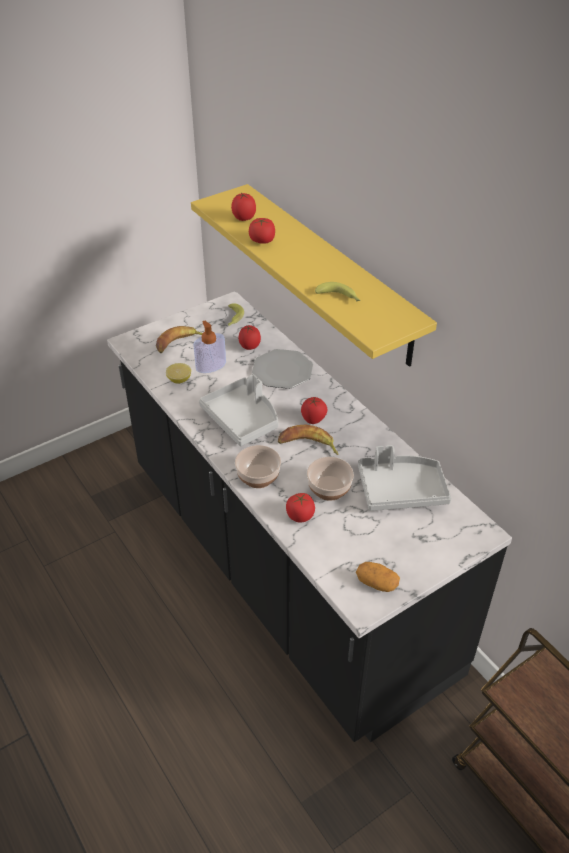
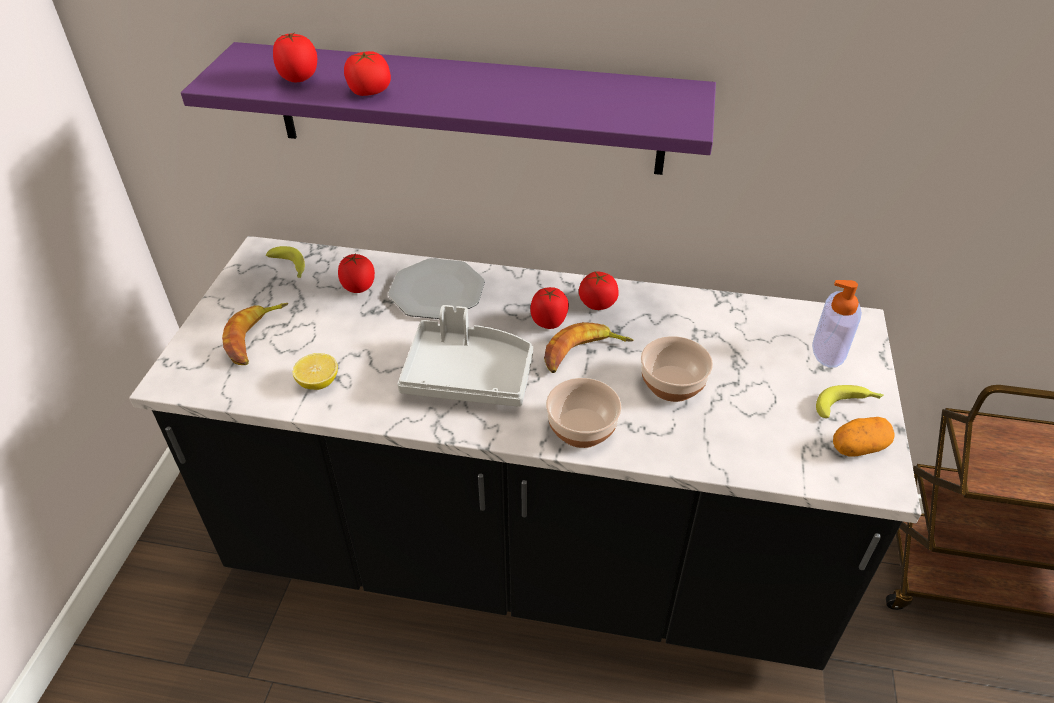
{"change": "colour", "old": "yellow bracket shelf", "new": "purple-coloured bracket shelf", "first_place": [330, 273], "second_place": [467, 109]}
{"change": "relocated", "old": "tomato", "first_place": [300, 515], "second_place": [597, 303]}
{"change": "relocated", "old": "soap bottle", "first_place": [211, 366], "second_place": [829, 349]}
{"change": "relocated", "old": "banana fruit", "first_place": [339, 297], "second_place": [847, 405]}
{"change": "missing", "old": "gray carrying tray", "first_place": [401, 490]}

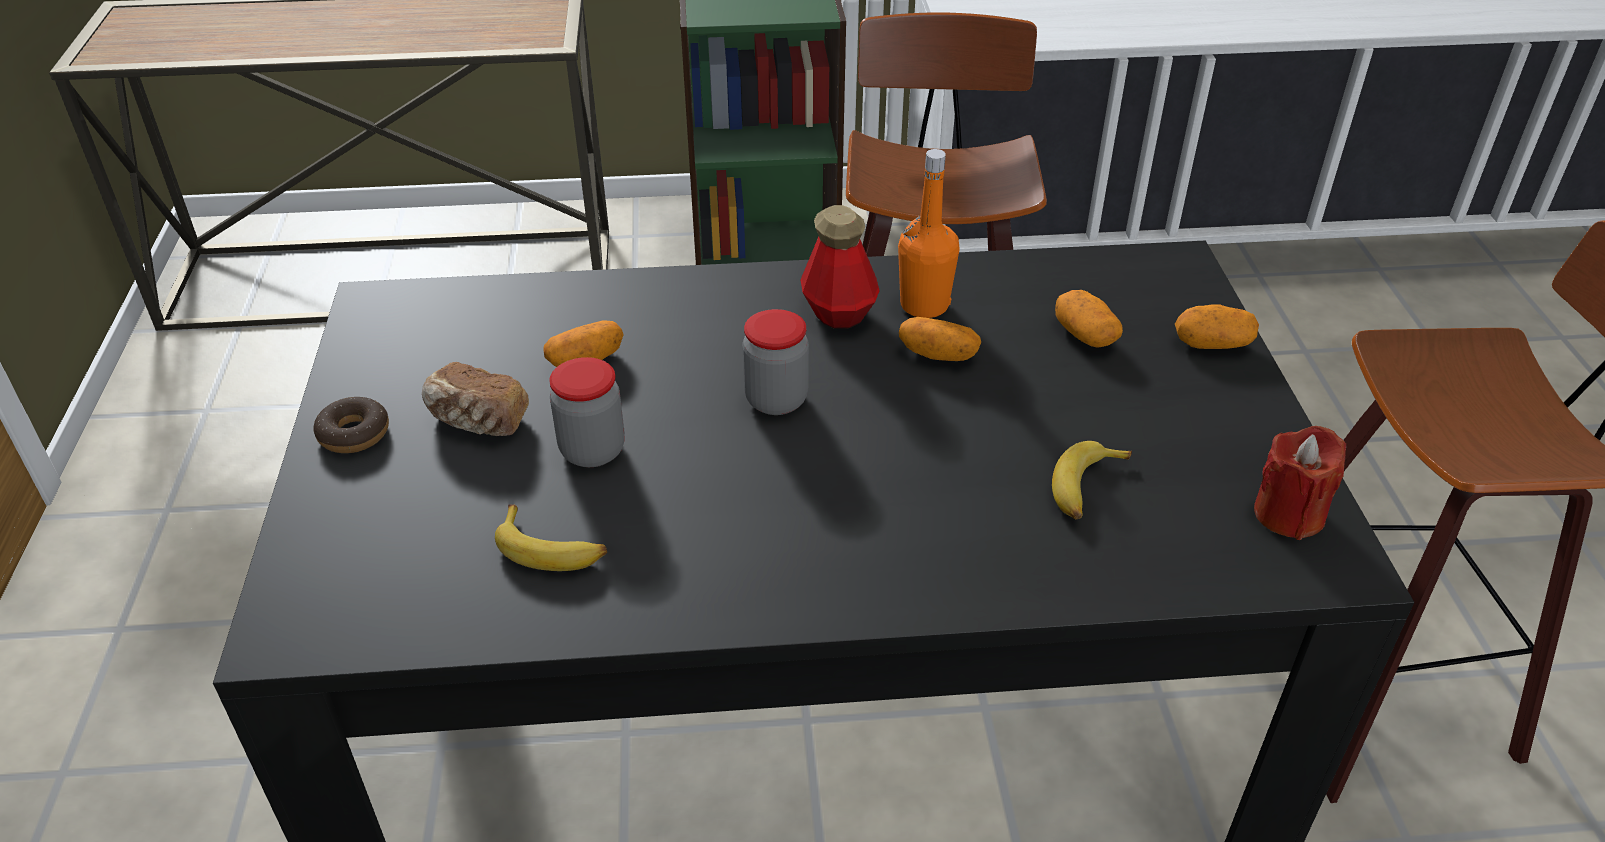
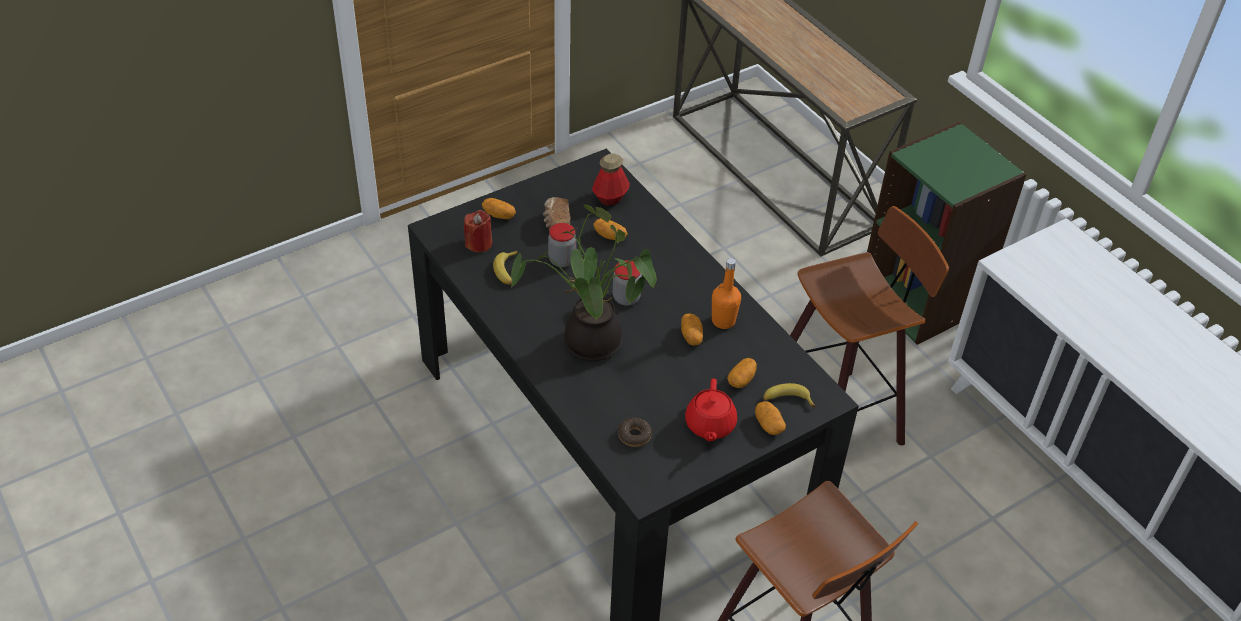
{"change": "relocated", "old": "red candle", "first_place": [1289, 514], "second_place": [478, 243]}
{"change": "appeared", "new": "spud", "second_place": [499, 215]}
{"change": "appeared", "new": "houseplant", "second_place": [588, 345]}
{"change": "relocated", "old": "bottle", "first_place": [839, 313], "second_place": [610, 198]}
{"change": "relocated", "old": "doughnut", "first_place": [354, 434], "second_place": [634, 436]}
{"change": "appeared", "new": "red tea pot", "second_place": [709, 425]}
{"change": "relocated", "old": "banana fruit", "first_place": [1086, 489], "second_place": [786, 400]}

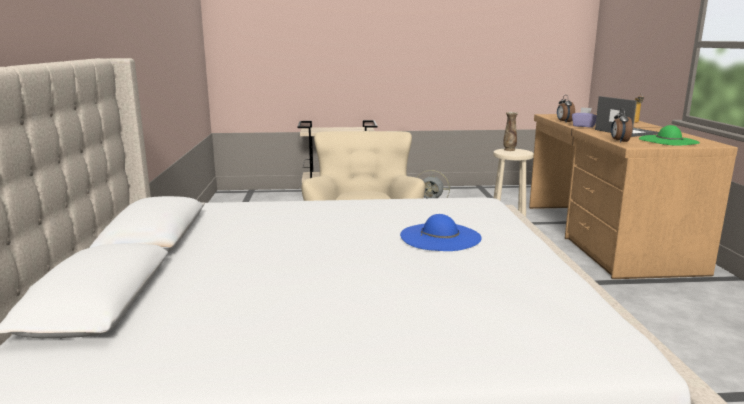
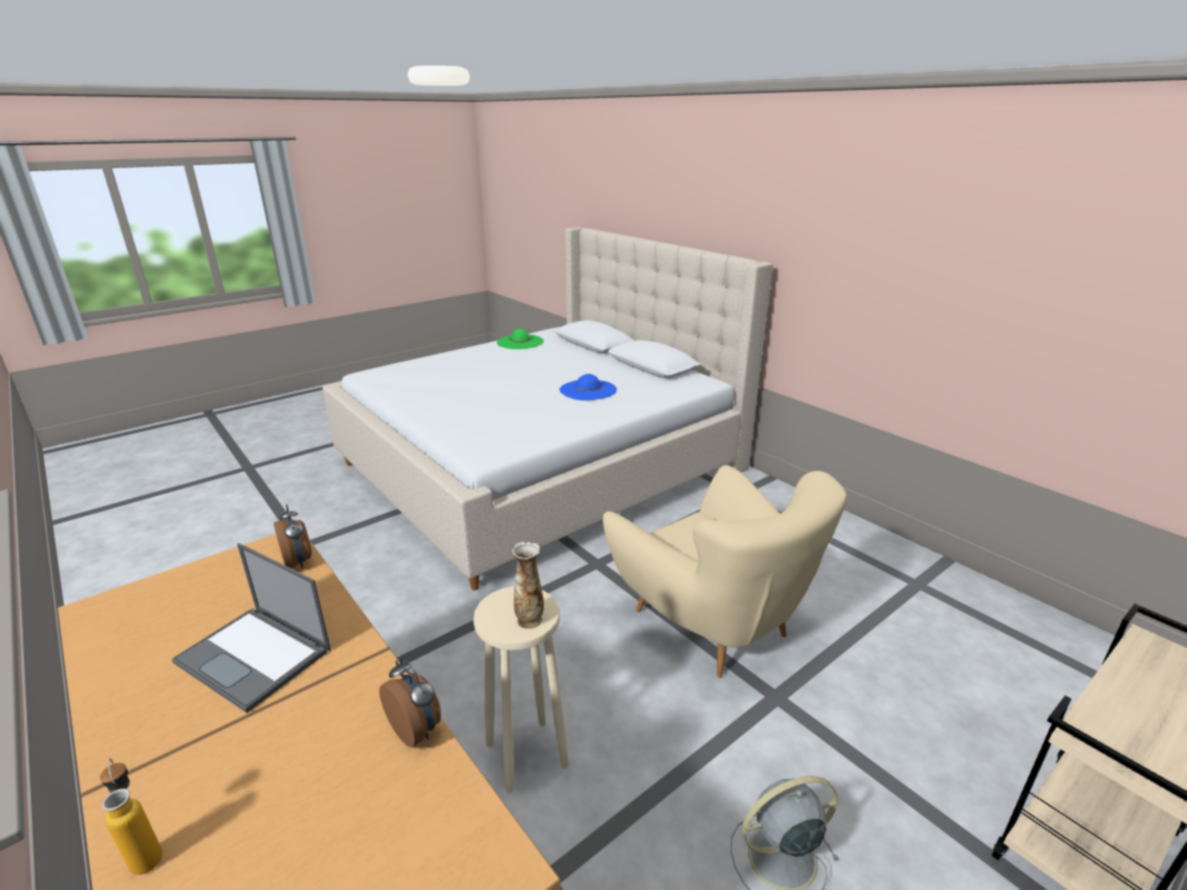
{"change": "relocated", "old": "green clothing hat", "first_place": [668, 141], "second_place": [520, 342]}
{"change": "relocated", "old": "bluish clothing hat", "first_place": [440, 237], "second_place": [588, 390]}
{"change": "missing", "old": "purple-coloured tissue holder", "first_place": [583, 126]}

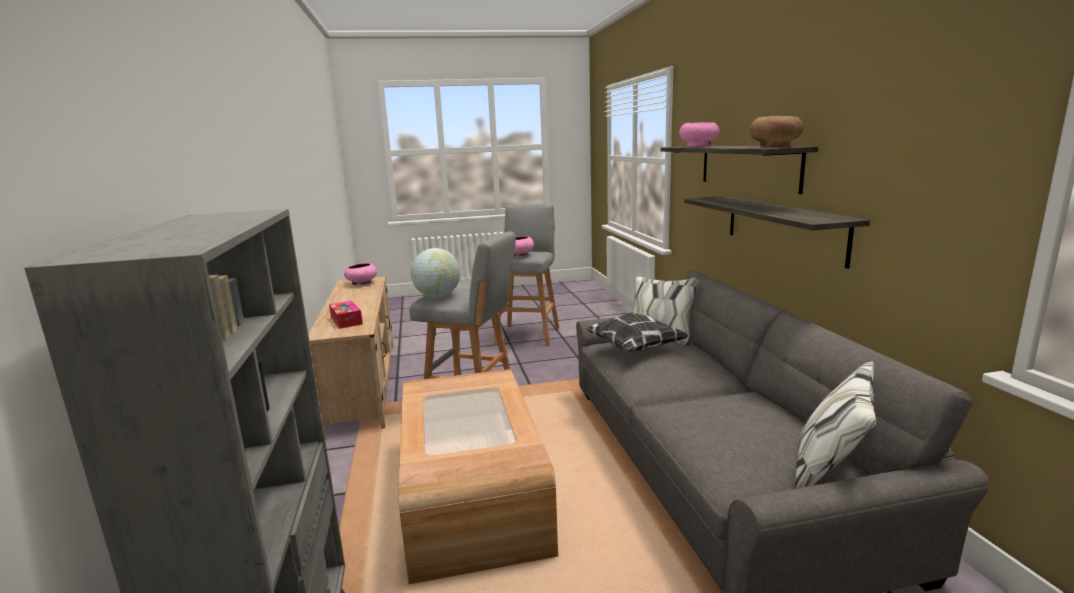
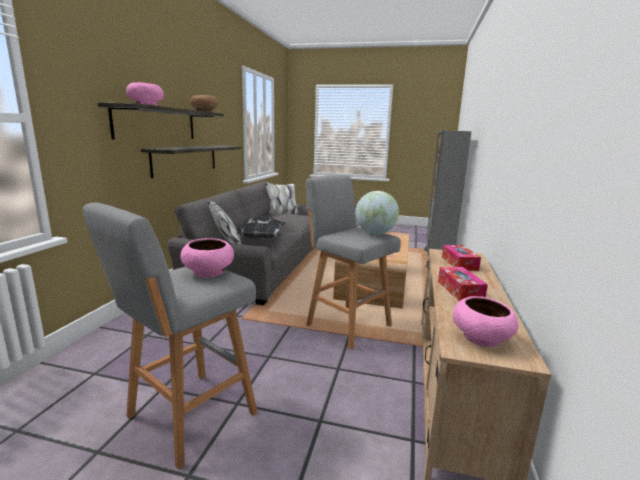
{"change": "appeared", "new": "tissue holder", "second_place": [460, 290]}

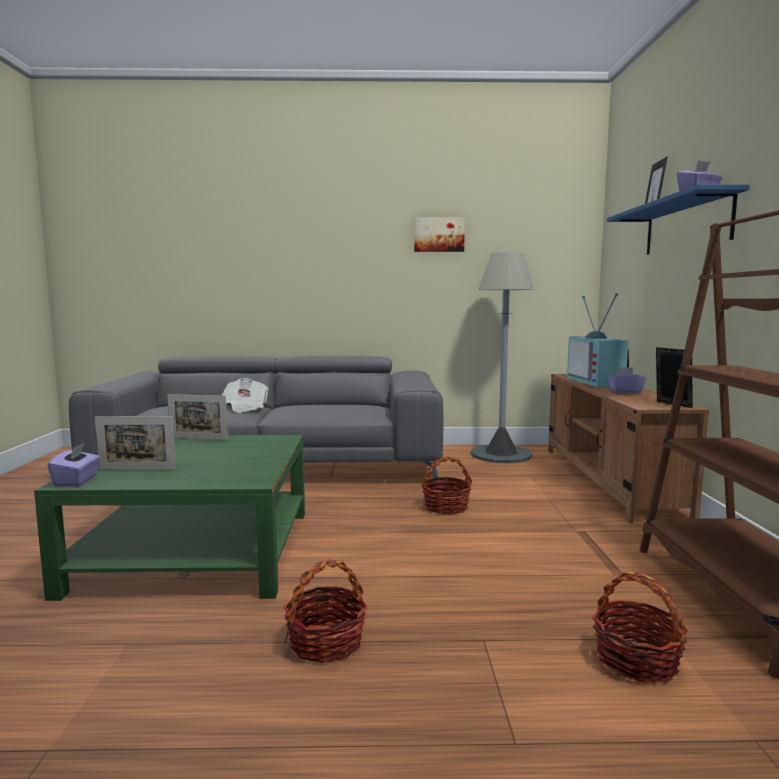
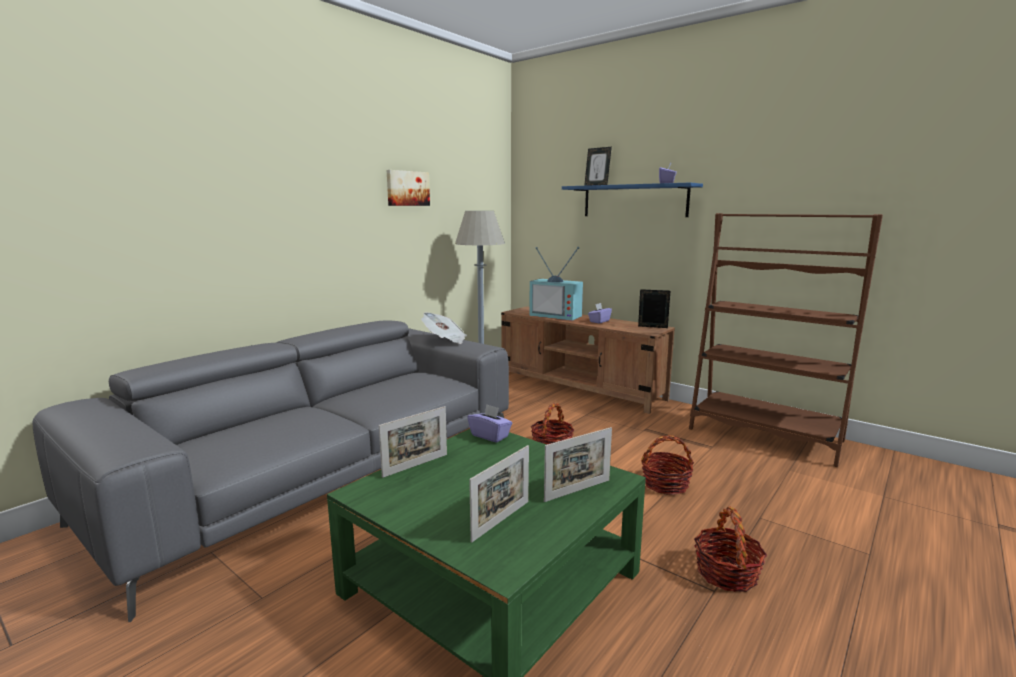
{"change": "relocated", "old": "daily paper", "first_place": [245, 408], "second_place": [445, 340]}
{"change": "relocated", "old": "purple-coloured tissue holder", "first_place": [77, 481], "second_place": [490, 436]}
{"change": "appeared", "new": "standing frame", "second_place": [577, 490]}
{"change": "relocated", "old": "storage basket", "first_place": [636, 660], "second_place": [665, 484]}

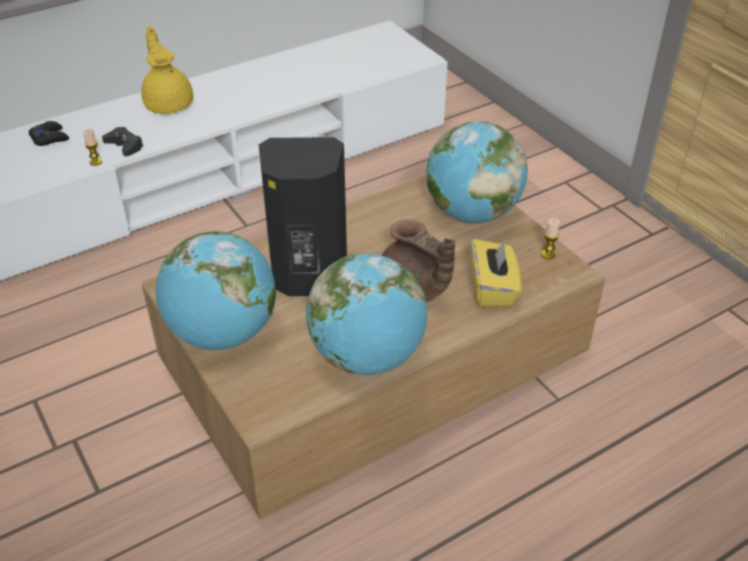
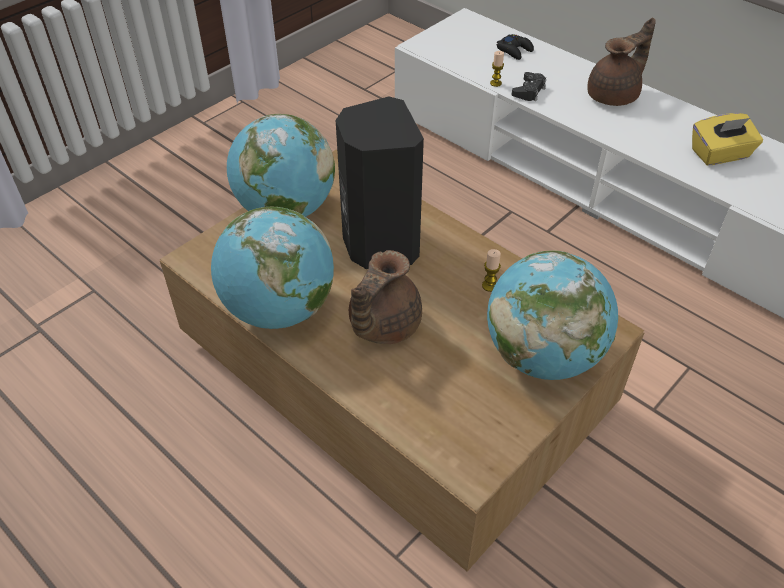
{"change": "relocated", "old": "candle", "first_place": [548, 254], "second_place": [489, 286]}
{"change": "colour", "old": "yellow tea pot", "new": "brown tea pot", "first_place": [169, 103], "second_place": [614, 96]}
{"change": "relocated", "old": "yellow tissue holder", "first_place": [492, 289], "second_place": [720, 154]}

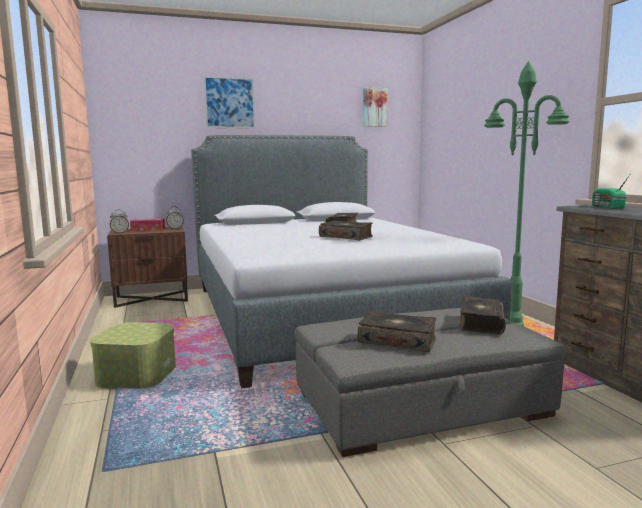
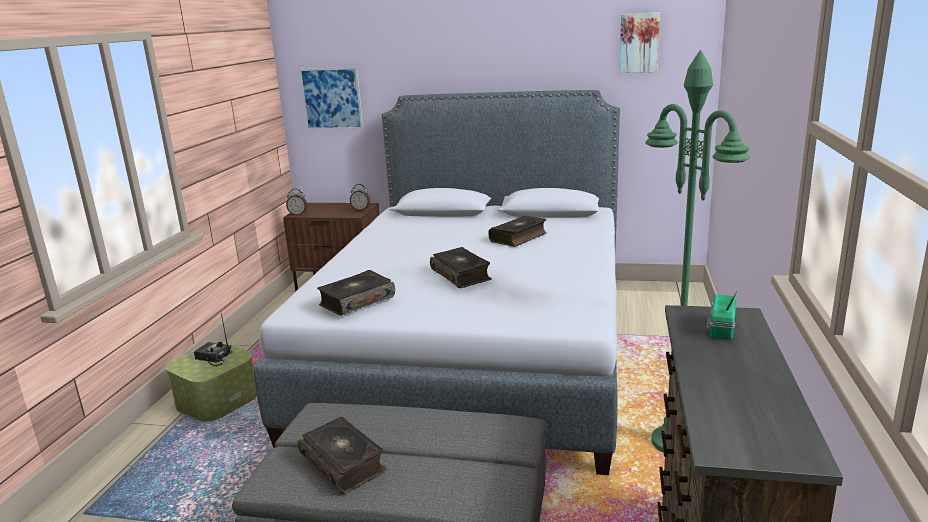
{"change": "appeared", "new": "radio", "second_place": [213, 358]}
{"change": "relocated", "old": "wall art", "first_place": [230, 102], "second_place": [331, 98]}
{"change": "relocated", "old": "book", "first_place": [480, 323], "second_place": [356, 301]}
{"change": "missing", "old": "tissue holder", "first_place": [148, 229]}

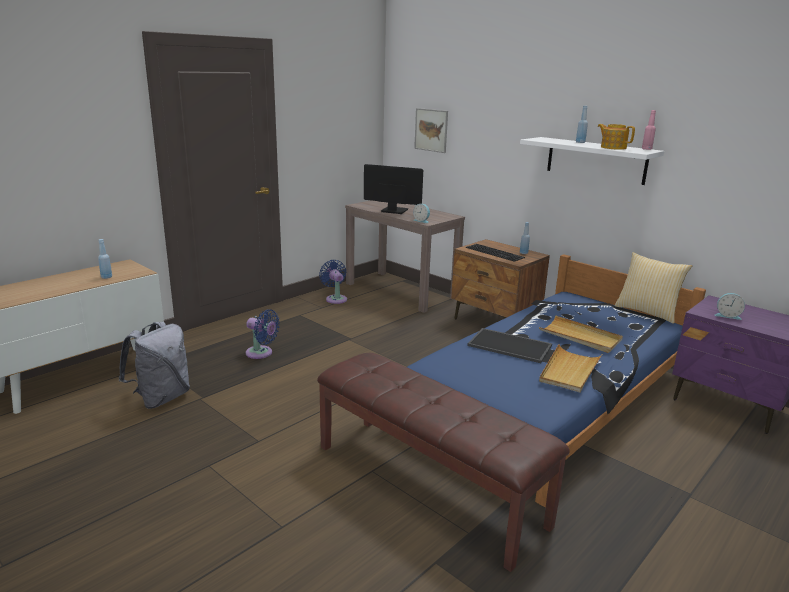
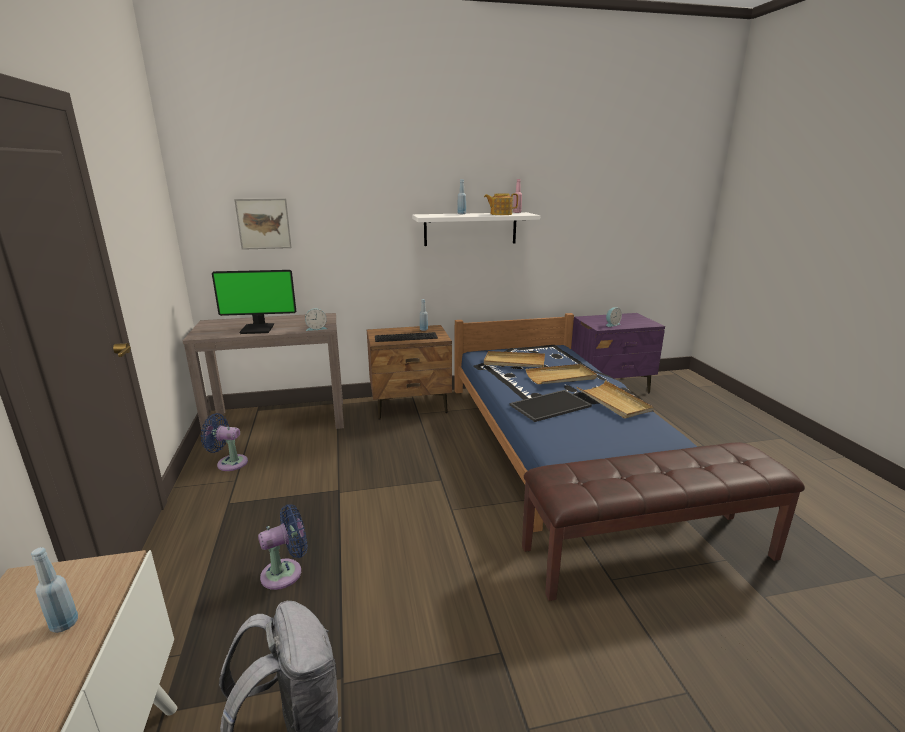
{"change": "spun", "old": "computer display", "first_place": [393, 211], "second_place": [258, 329], "degrees": -150}
{"change": "appeared", "new": "sand-coloured carrying tray", "second_place": [514, 362]}
{"change": "missing", "old": "pillow", "first_place": [647, 312]}

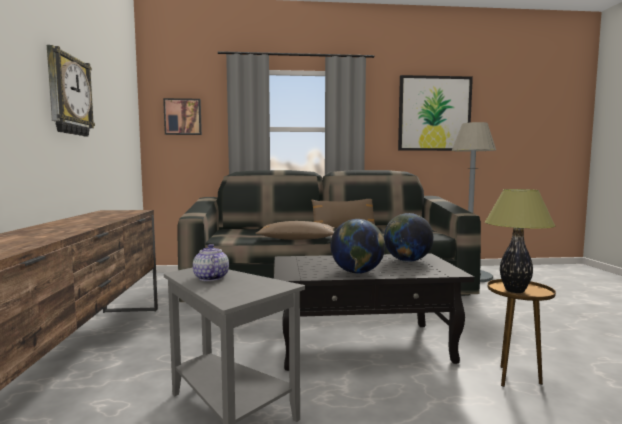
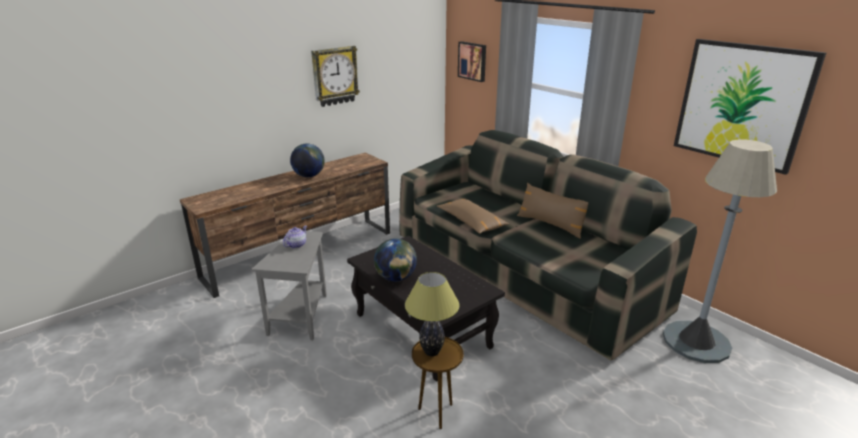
{"change": "relocated", "old": "world globe", "first_place": [407, 261], "second_place": [309, 176]}

